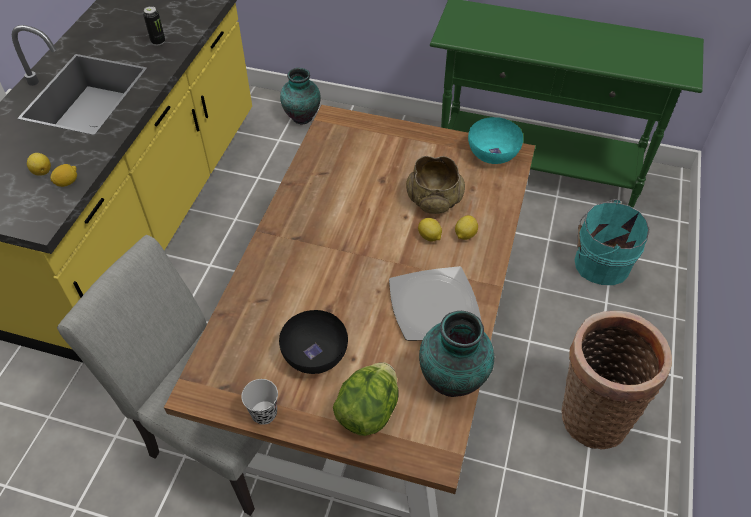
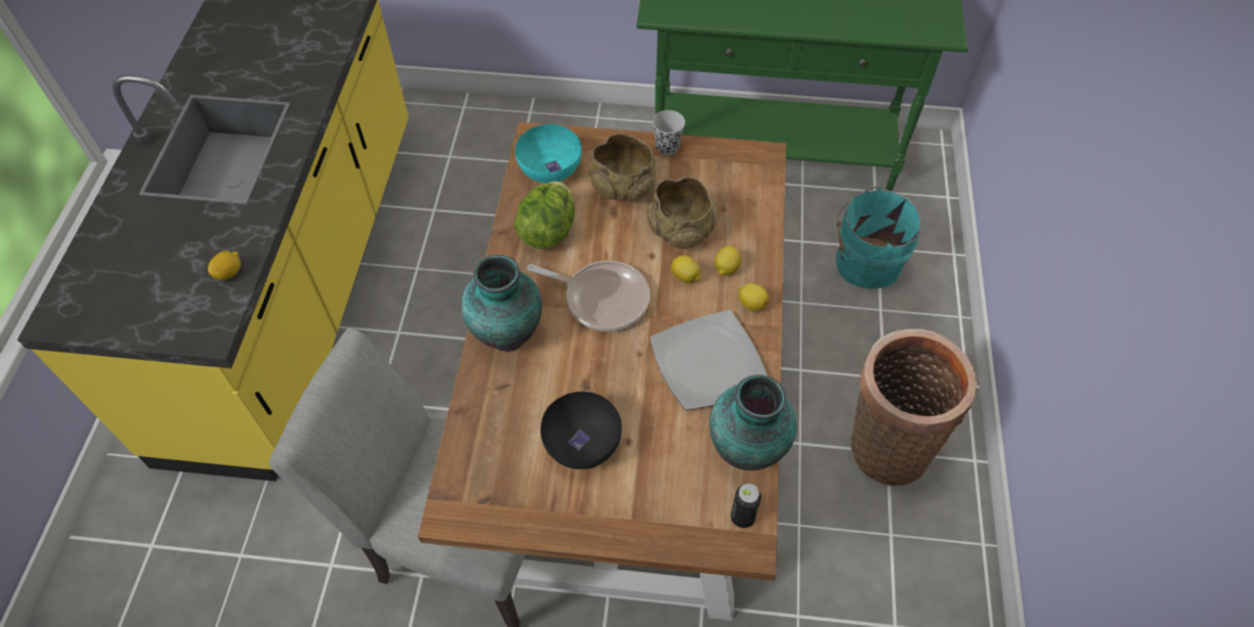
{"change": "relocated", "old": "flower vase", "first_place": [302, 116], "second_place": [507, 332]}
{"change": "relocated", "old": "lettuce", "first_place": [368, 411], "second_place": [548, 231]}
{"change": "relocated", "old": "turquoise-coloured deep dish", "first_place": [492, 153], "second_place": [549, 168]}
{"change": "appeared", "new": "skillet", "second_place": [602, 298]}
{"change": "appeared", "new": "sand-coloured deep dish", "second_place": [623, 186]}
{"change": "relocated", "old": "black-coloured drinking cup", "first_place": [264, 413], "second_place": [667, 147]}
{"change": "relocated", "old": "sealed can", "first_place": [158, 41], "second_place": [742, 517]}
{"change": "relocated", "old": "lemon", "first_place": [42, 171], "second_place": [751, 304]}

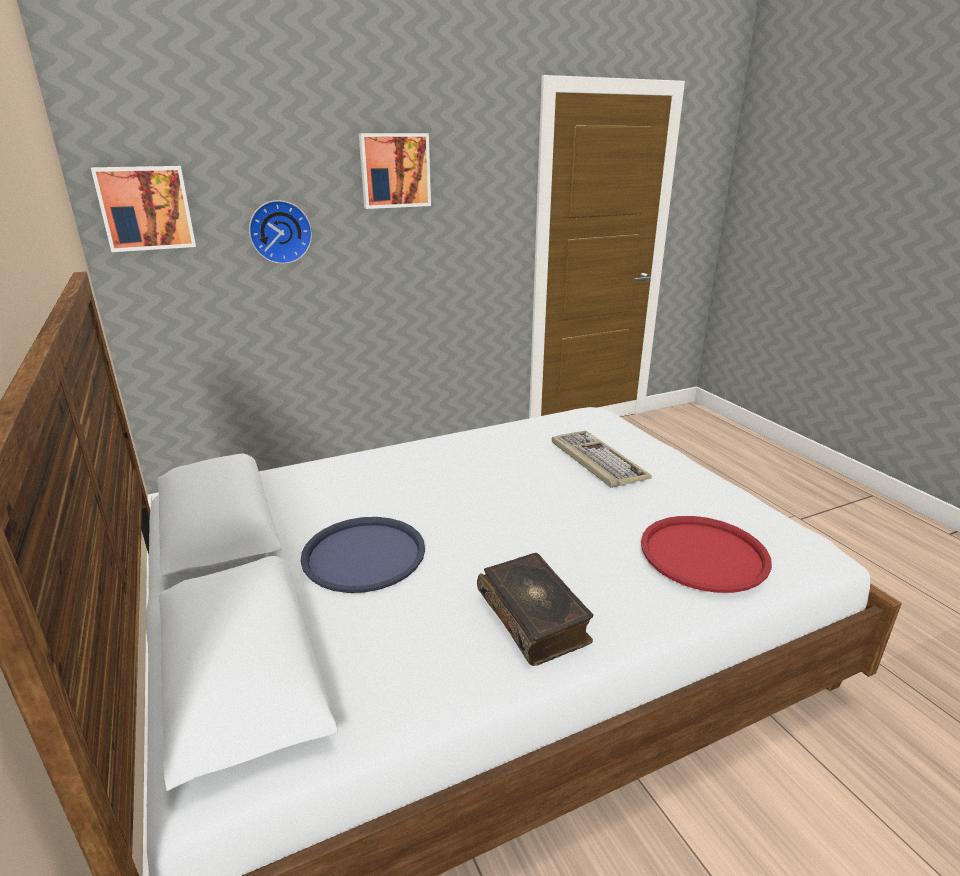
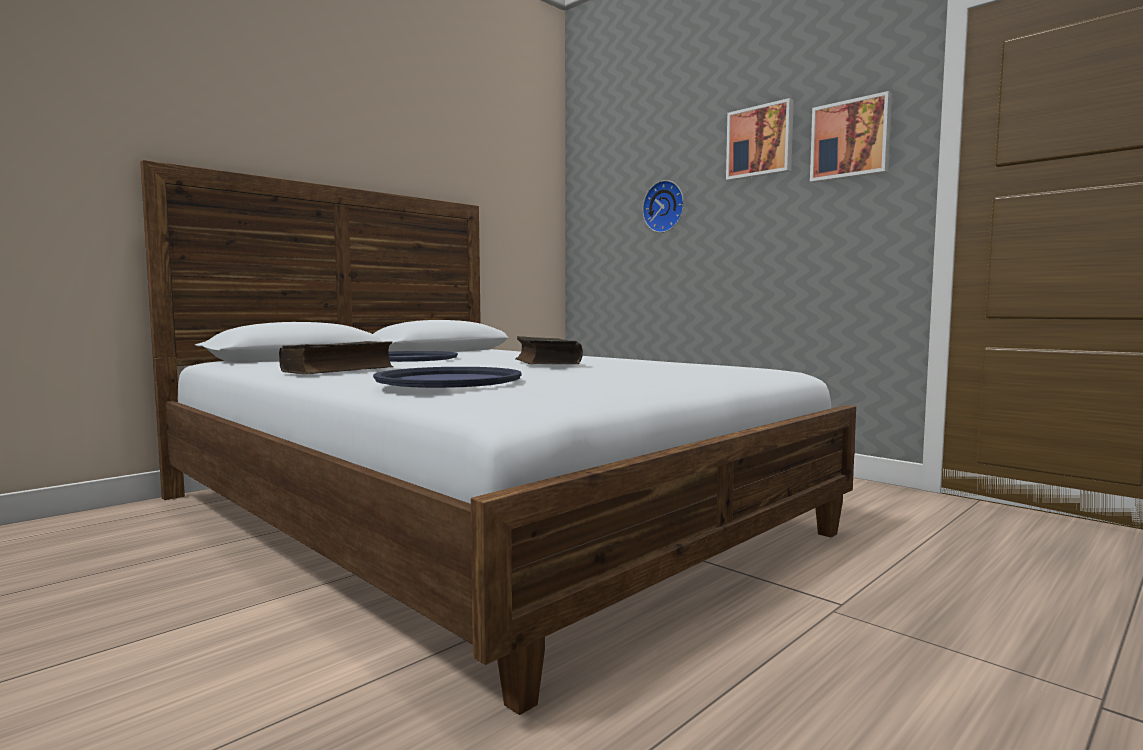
{"change": "colour", "old": "red carrying tray", "new": "bluish carrying tray", "first_place": [703, 554], "second_place": [448, 380]}
{"change": "appeared", "new": "book", "second_place": [545, 362]}
{"change": "relocated", "old": "wall art", "first_place": [146, 208], "second_place": [851, 139]}
{"change": "missing", "old": "PC keyboard", "first_place": [596, 461]}

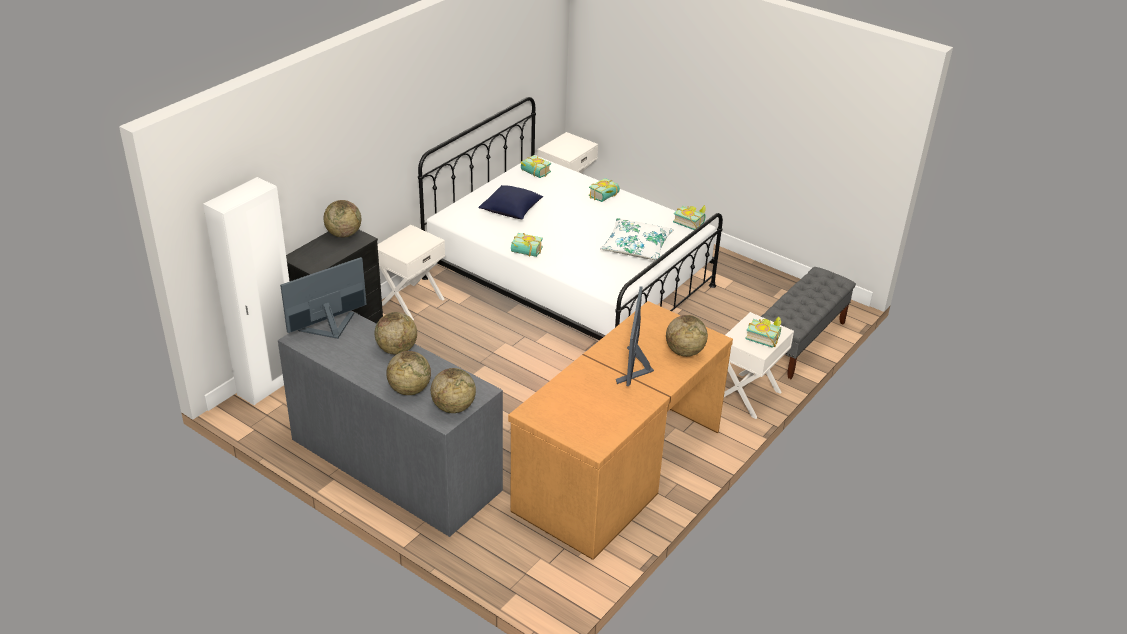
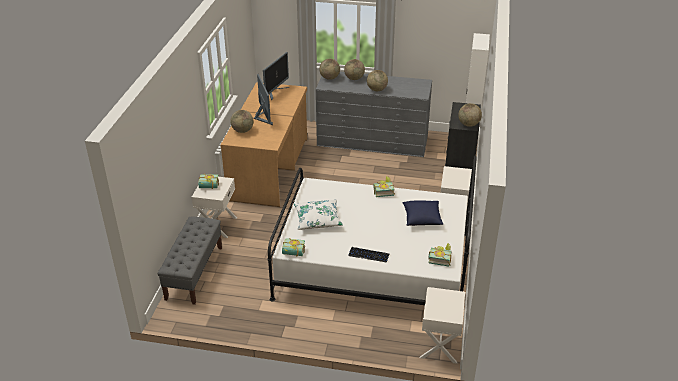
{"change": "relocated", "old": "computer display", "first_place": [329, 329], "second_place": [275, 92]}
{"change": "exchanged", "old": "book", "new": "PC keyboard", "first_place": [606, 197], "second_place": [369, 255]}

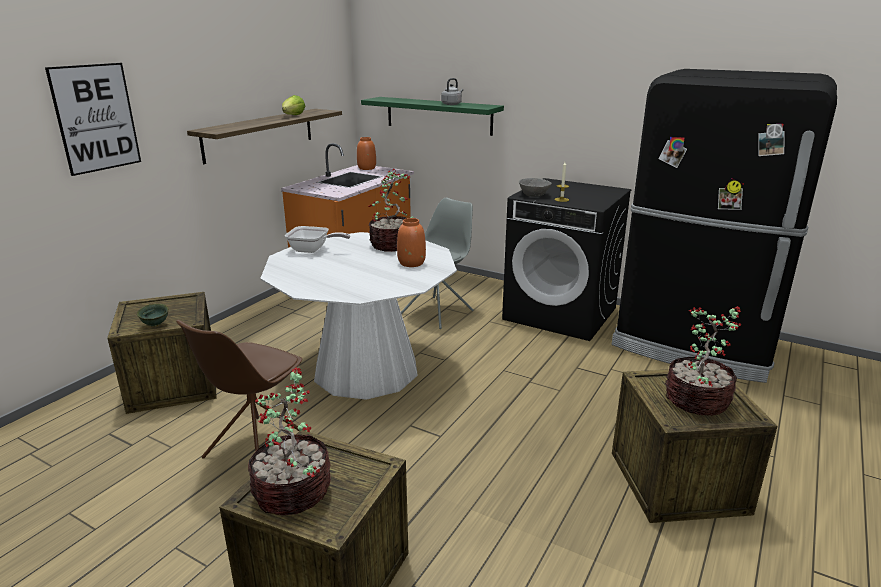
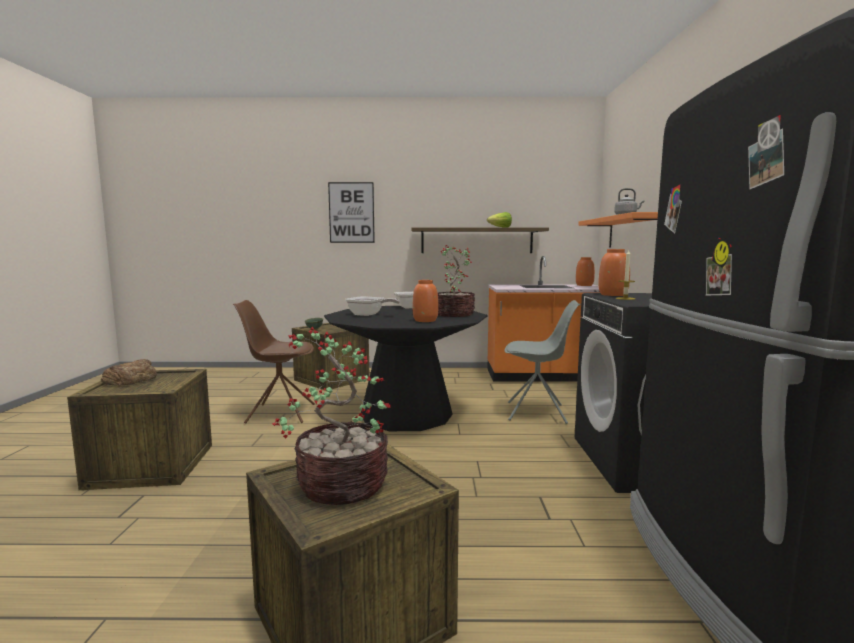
{"change": "exchanged", "old": "houseplant", "new": "bakery bread", "first_place": [293, 493], "second_place": [131, 379]}
{"change": "colour", "old": "white dinner table", "new": "black-coloured dinner table", "first_place": [366, 370], "second_place": [406, 414]}
{"change": "appeared", "new": "skillet", "second_place": [368, 315]}
{"change": "colour", "old": "green bracket shelf", "new": "orangey bracket shelf", "first_place": [438, 115], "second_place": [634, 232]}
{"change": "exchanged", "old": "gray deep dish", "new": "orangey flower vase", "first_place": [534, 195], "second_place": [612, 295]}

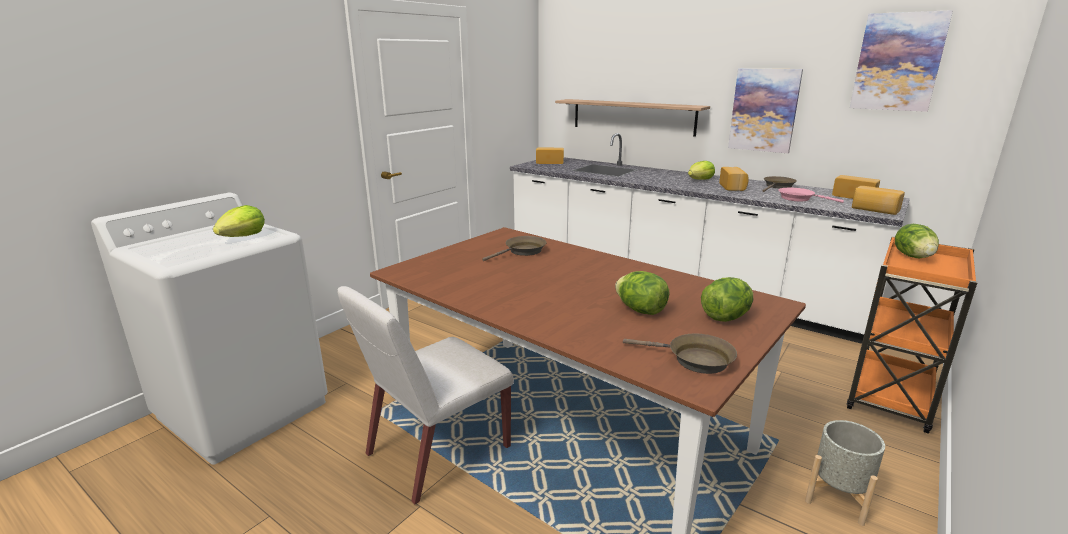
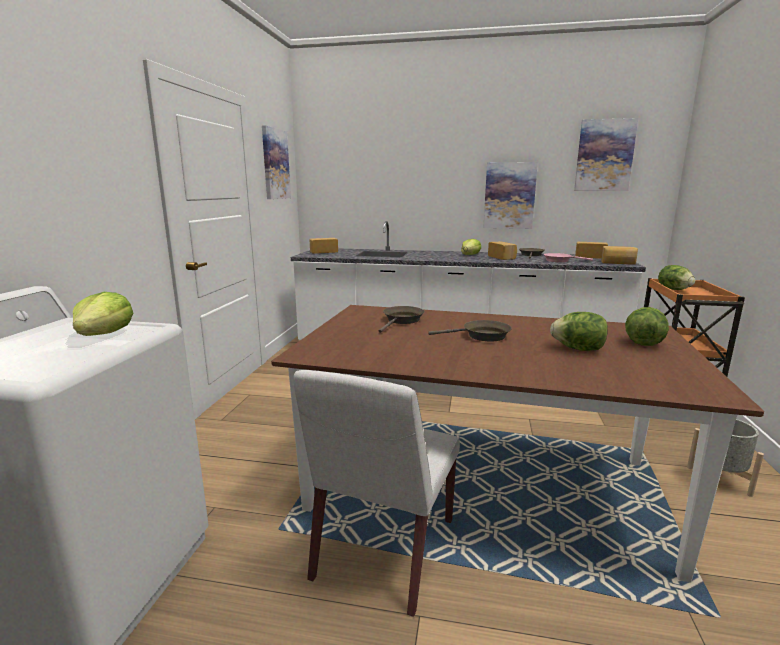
{"change": "appeared", "new": "wall art", "second_place": [275, 164]}
{"change": "relocated", "old": "brown skillet", "first_place": [694, 359], "second_place": [482, 336]}
{"change": "missing", "old": "bracket shelf", "first_place": [632, 116]}

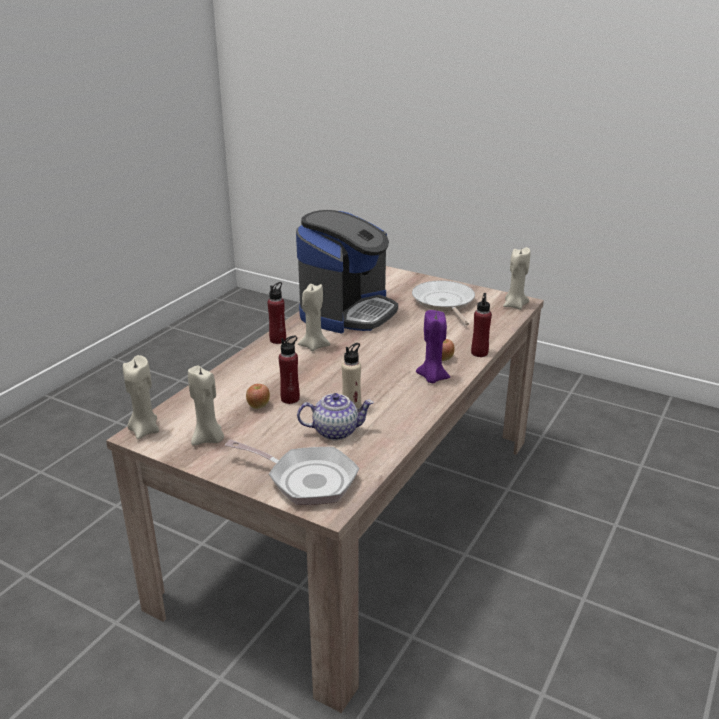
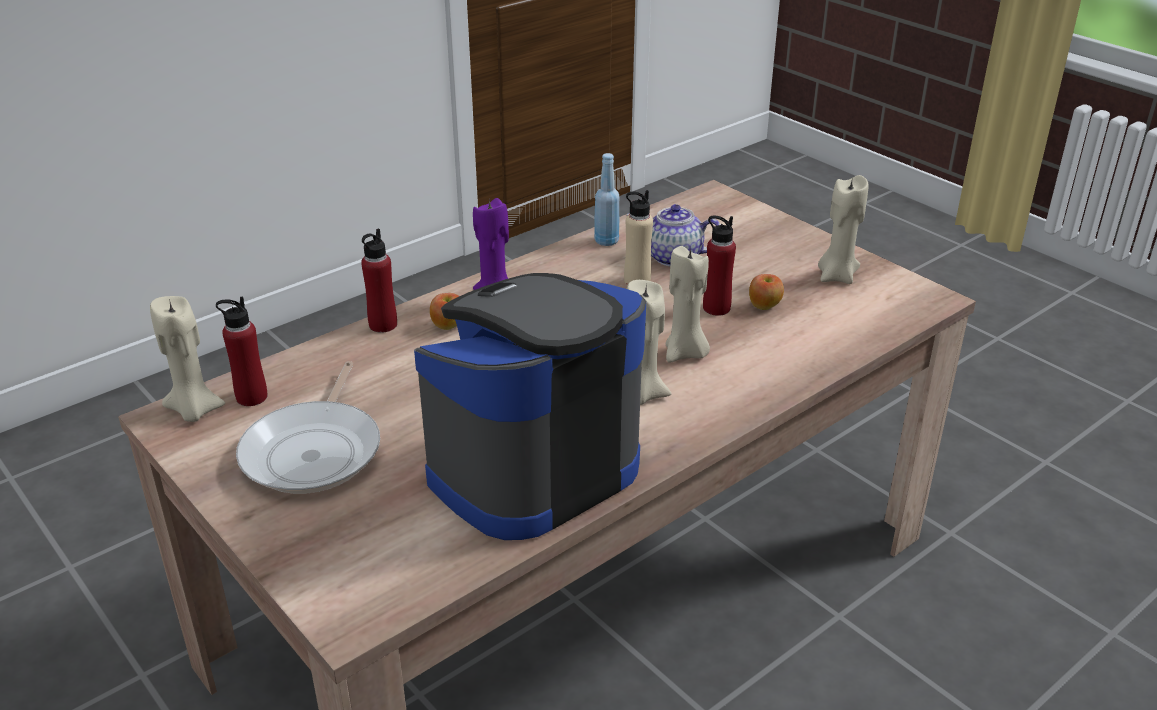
{"change": "relocated", "old": "red bottle", "first_place": [278, 340], "second_place": [251, 397]}
{"change": "appeared", "new": "bluish bottle", "second_place": [606, 241]}
{"change": "relocated", "old": "sand-coloured candle", "first_place": [144, 430], "second_place": [685, 353]}
{"change": "missing", "old": "skillet", "first_place": [306, 480]}

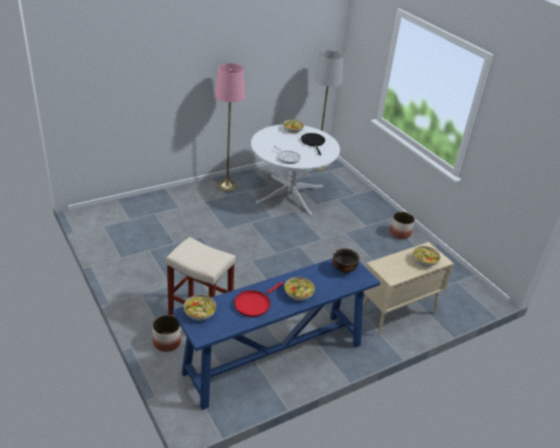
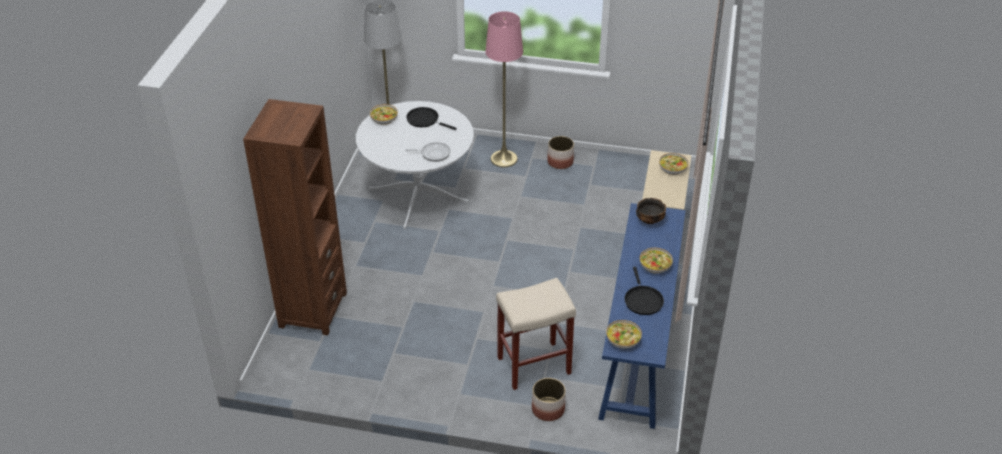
{"change": "appeared", "new": "brown bookcase", "second_place": [313, 310]}
{"change": "relocated", "old": "pinkish standard lamp", "first_place": [227, 185], "second_place": [504, 159]}
{"change": "colour", "old": "red skillet", "new": "black-coloured skillet", "first_place": [254, 304], "second_place": [642, 300]}

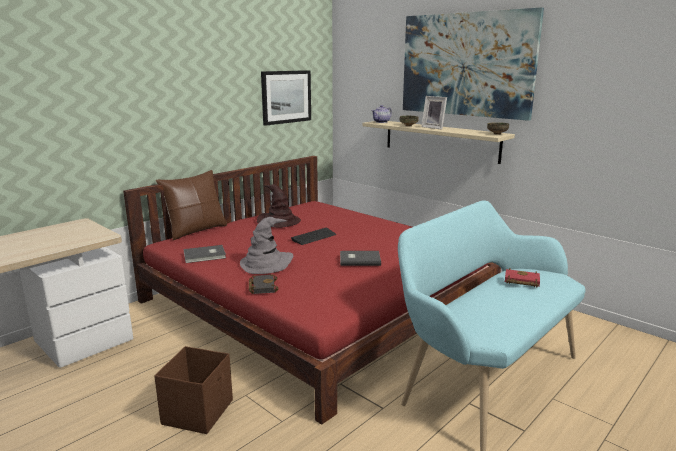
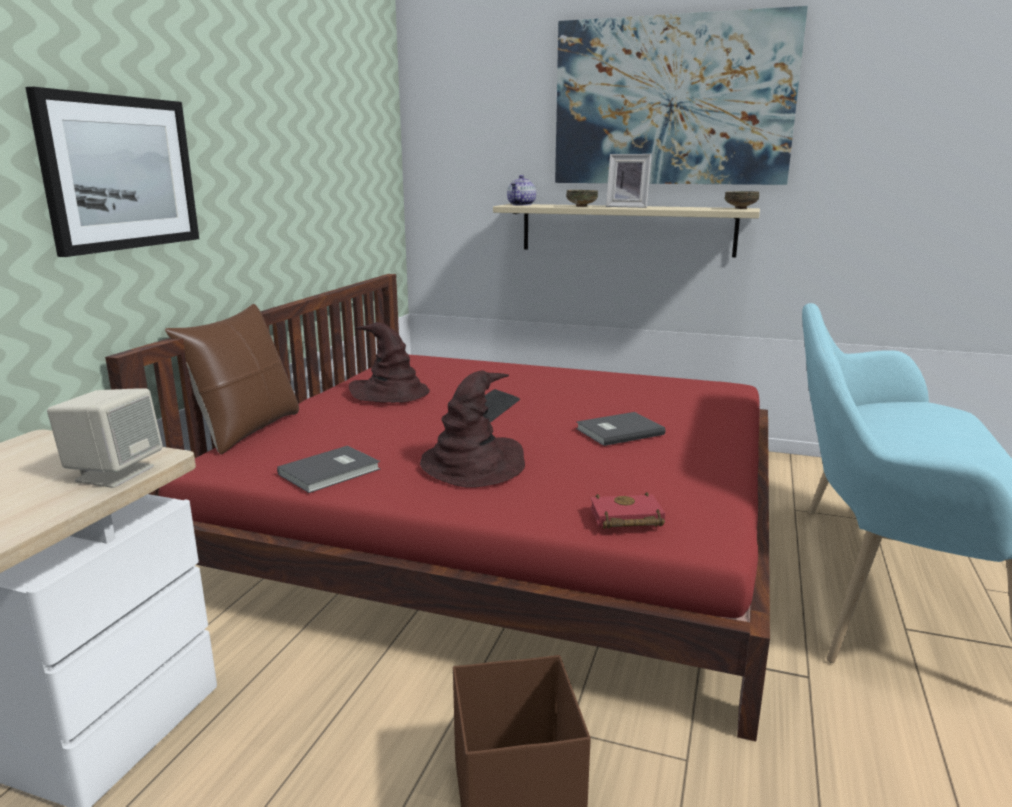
{"change": "relocated", "old": "wall art", "first_place": [286, 97], "second_place": [120, 173]}
{"change": "appeared", "new": "sand-coloured audio speaker", "second_place": [114, 473]}
{"change": "colour", "old": "gray clothing hat", "new": "brown clothing hat", "first_place": [266, 263], "second_place": [473, 465]}
{"change": "relocated", "old": "red book", "first_place": [520, 281], "second_place": [625, 518]}
{"change": "missing", "old": "black-coloured book", "first_place": [262, 287]}

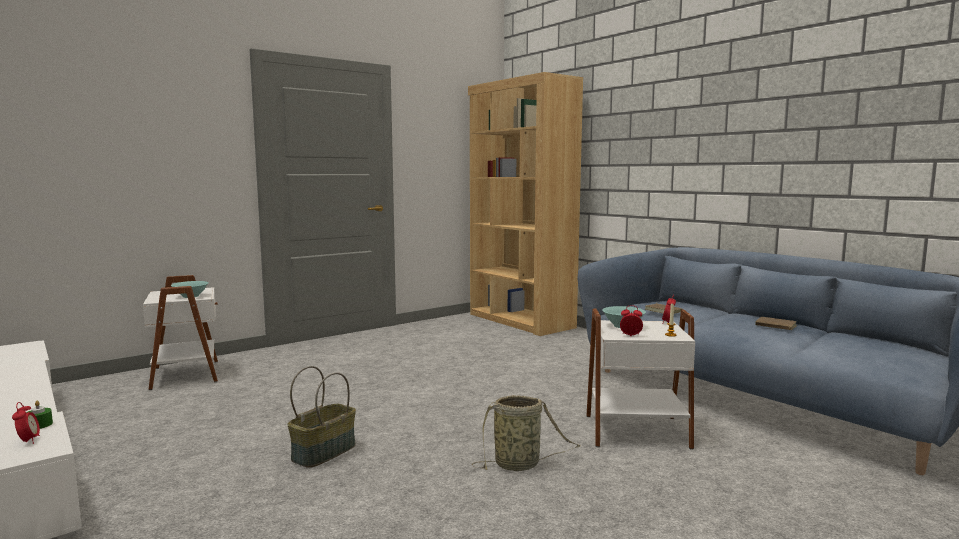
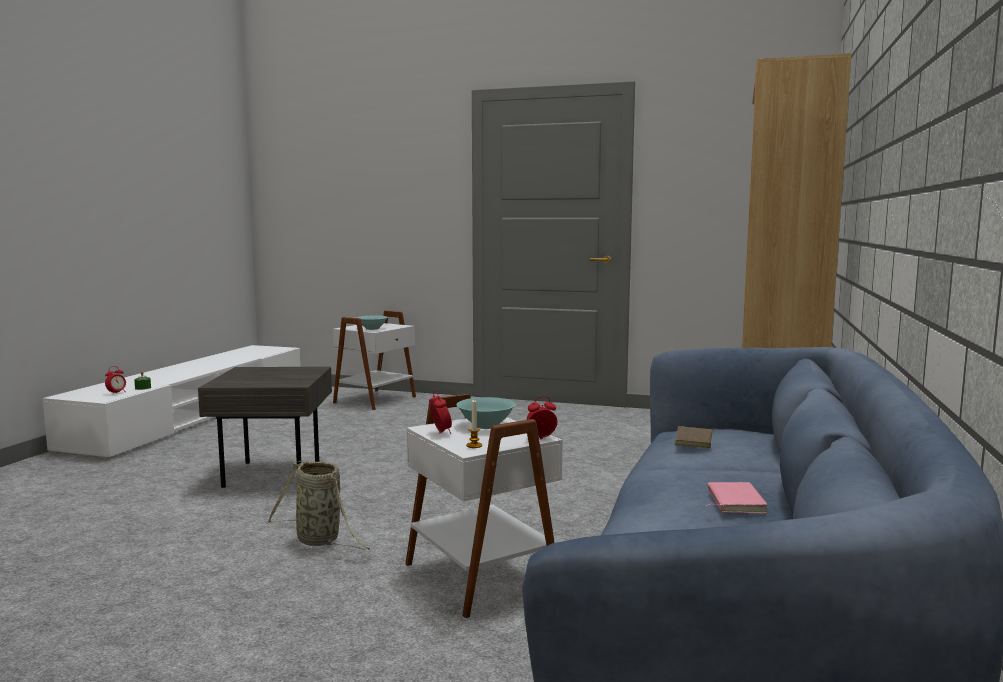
{"change": "exchanged", "old": "storage basket", "new": "gray end table", "first_place": [323, 452], "second_place": [276, 473]}
{"change": "colour", "old": "brown book", "new": "pinkish book", "first_place": [775, 326], "second_place": [733, 501]}

